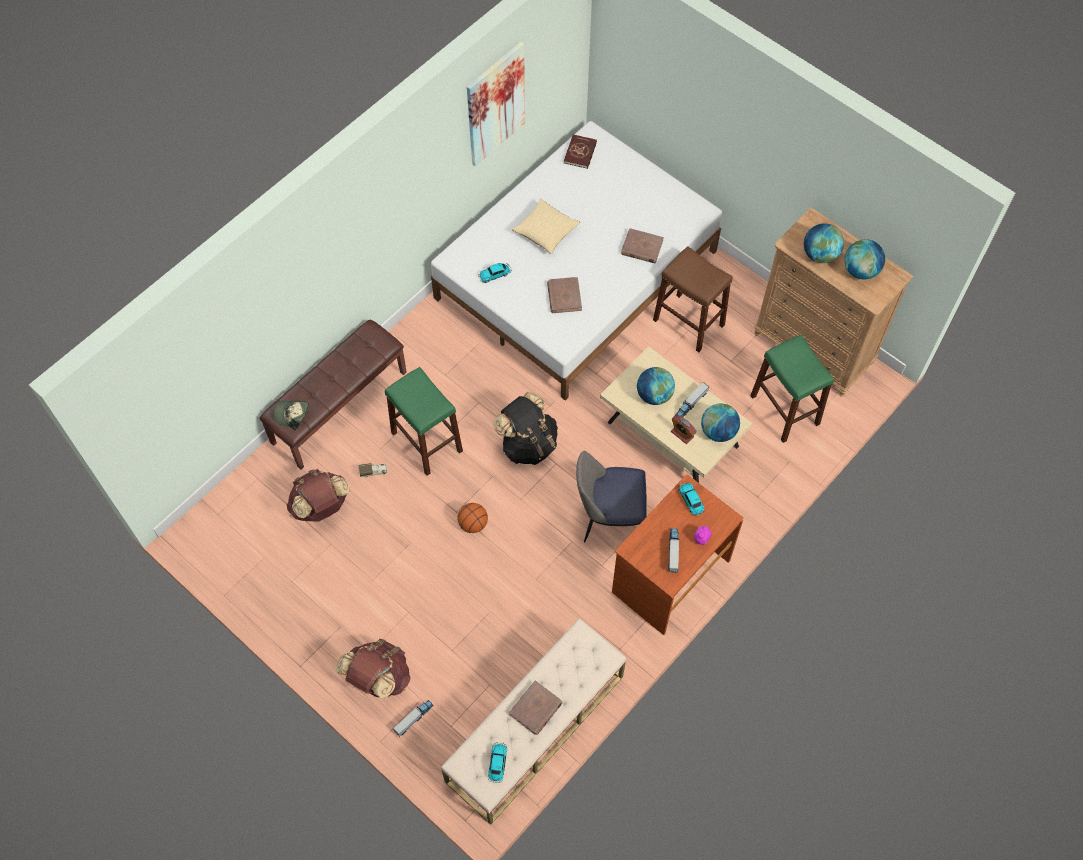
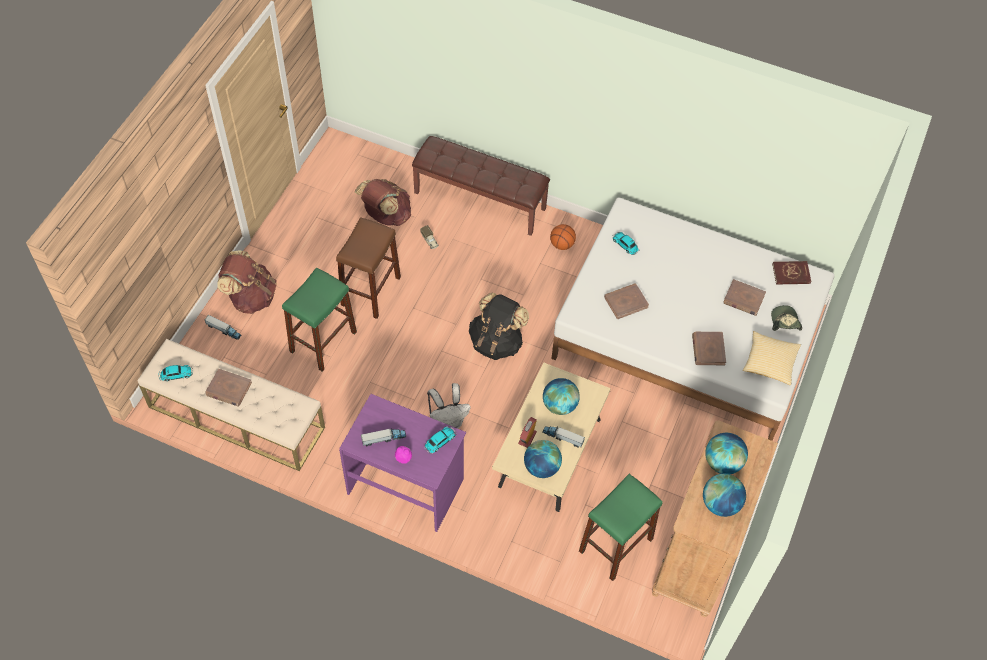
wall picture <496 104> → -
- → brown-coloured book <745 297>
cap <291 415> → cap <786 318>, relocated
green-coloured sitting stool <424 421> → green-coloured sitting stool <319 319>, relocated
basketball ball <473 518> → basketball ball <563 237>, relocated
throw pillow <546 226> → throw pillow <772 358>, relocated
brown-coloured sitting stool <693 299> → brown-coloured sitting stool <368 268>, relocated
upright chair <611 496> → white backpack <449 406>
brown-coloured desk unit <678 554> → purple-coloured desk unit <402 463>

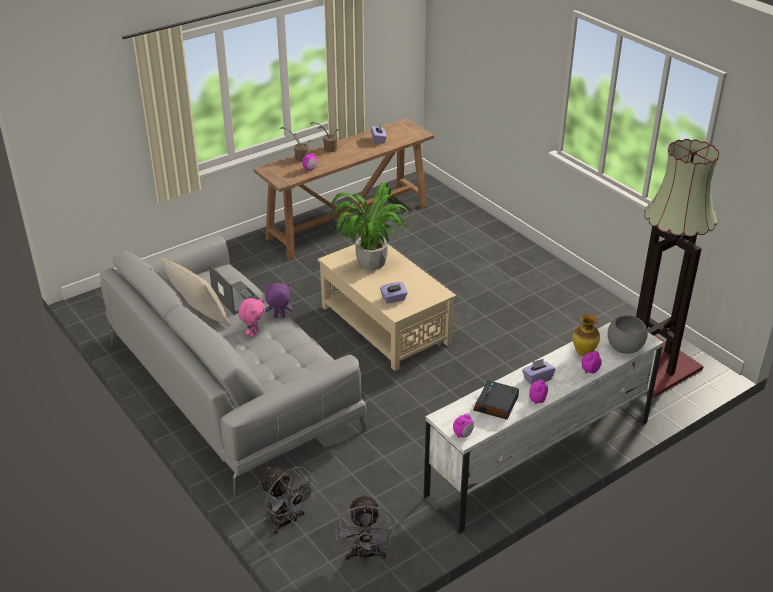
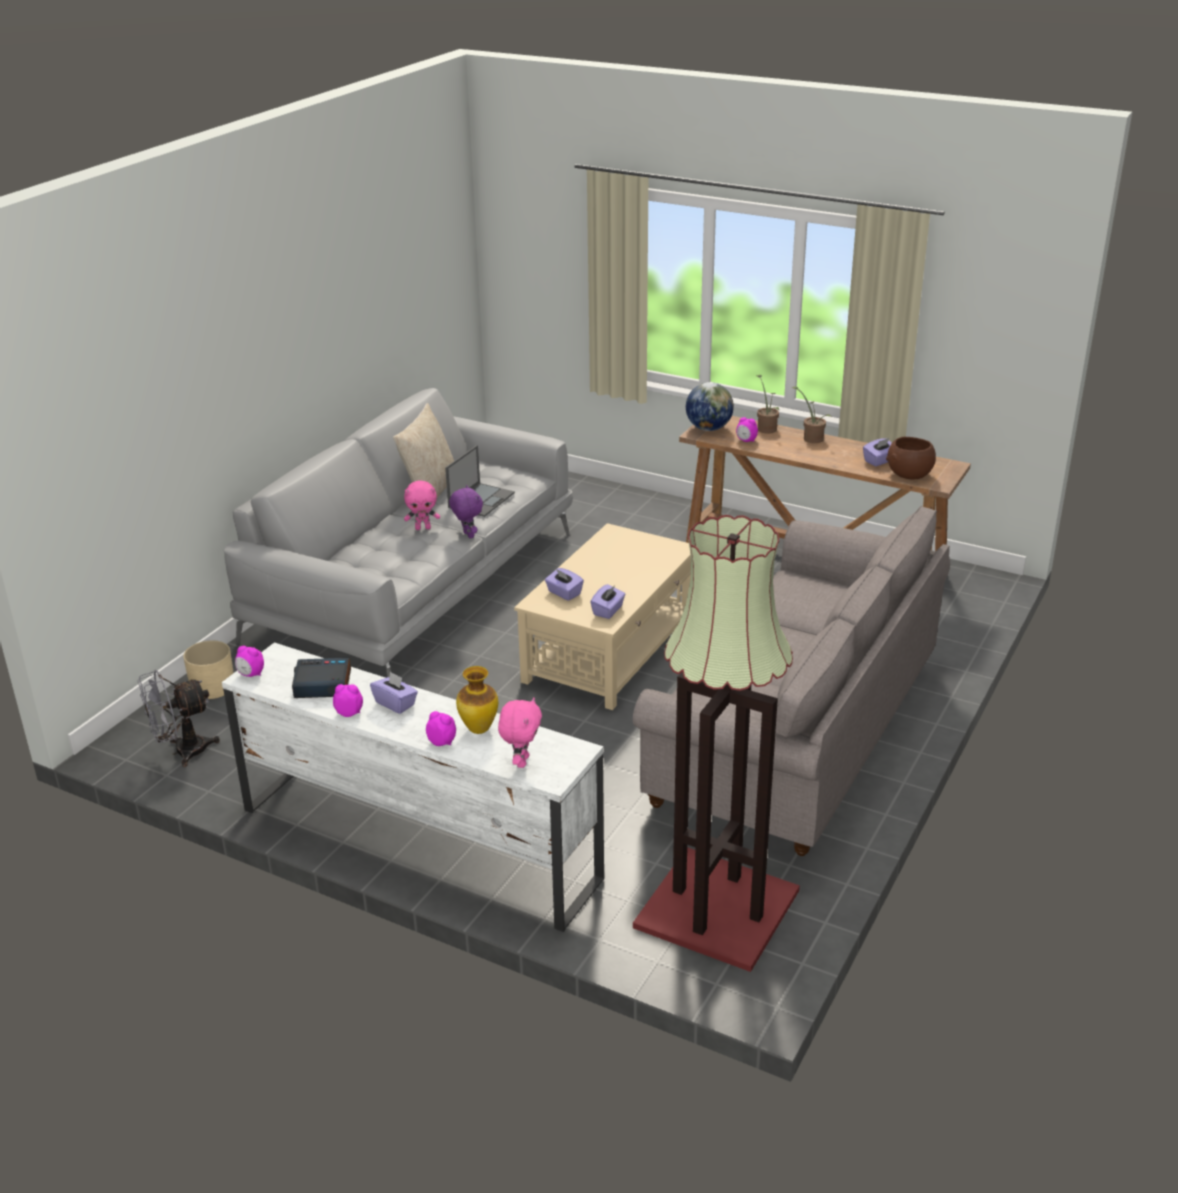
potted plant <370 226> → -
- → purple-coloured box of tissues <608 601>
- → gray couch <791 681>
- → world globe <710 406>
- → brown-coloured serving bowl <911 458>
gray electric fan <288 500> → beige-coloured planter <208 669>
gray serving bowl <628 334> → pink-coloured cuddly toy <520 732>

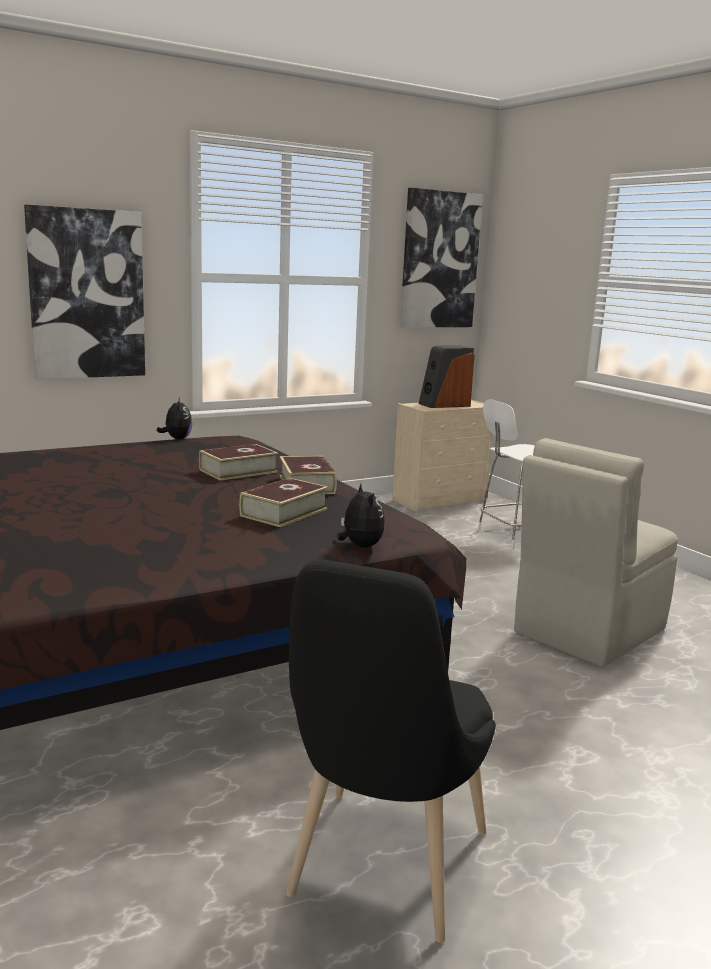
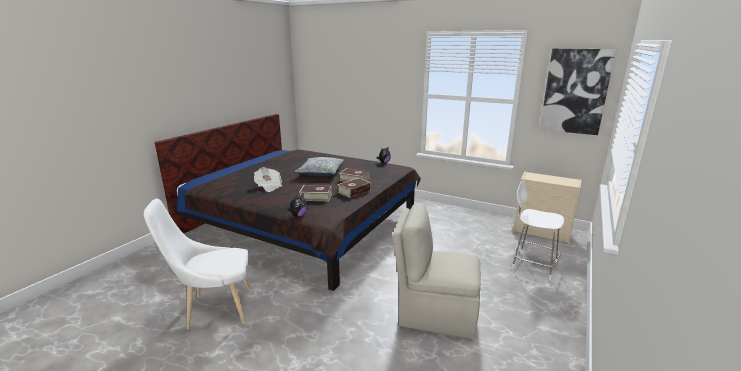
wall picture <84 292> → -
audio speaker <446 377> → -
- → newspaper <268 179>
- → throw pillow <319 166>
blackish upright chair <391 751> → white upright chair <197 264>

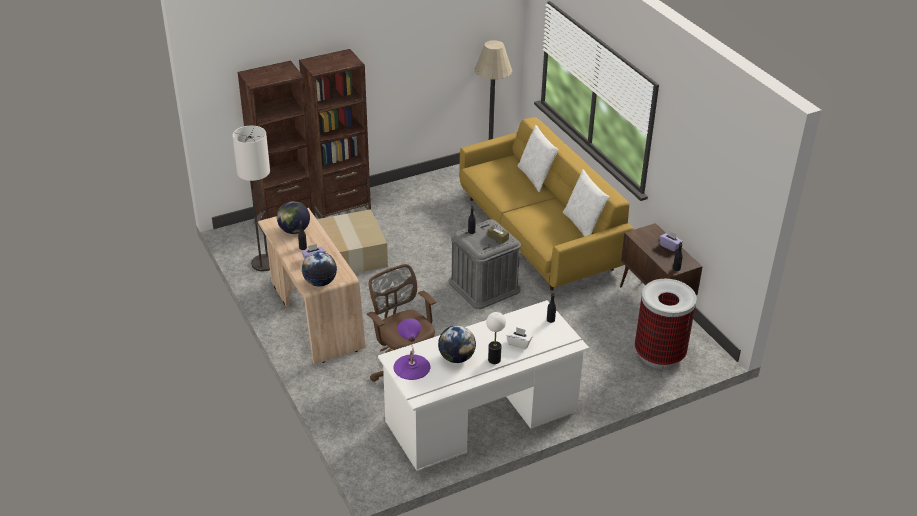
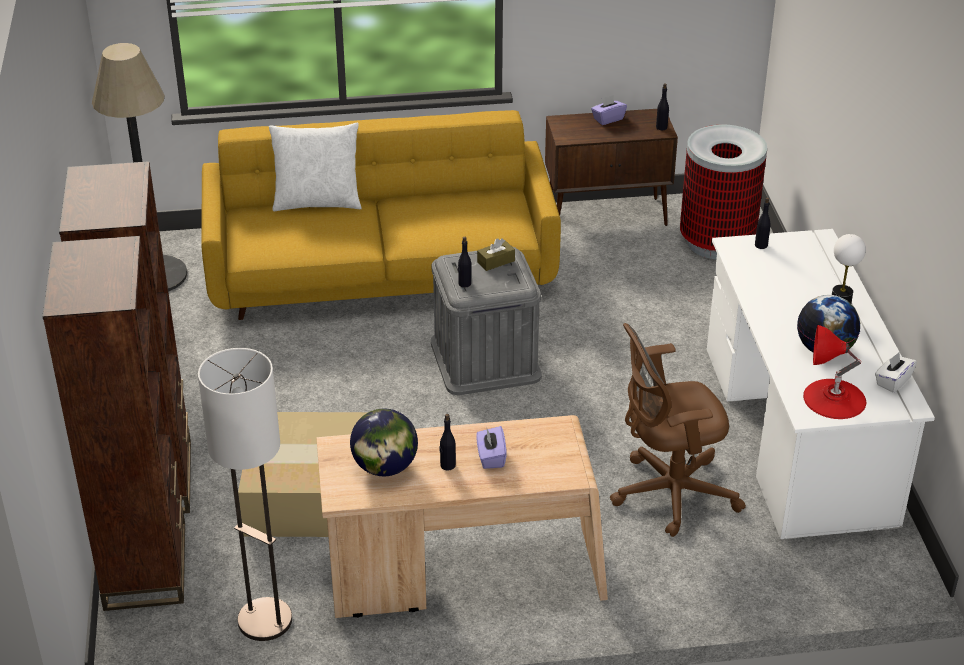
world globe <319 269> → -
white throw pillow <586 203> → -
white box of tissues <520 338> → white box of tissues <896 372>, relocated
purple-coloured lamp for a table <412 349> → red-coloured lamp for a table <834 372>

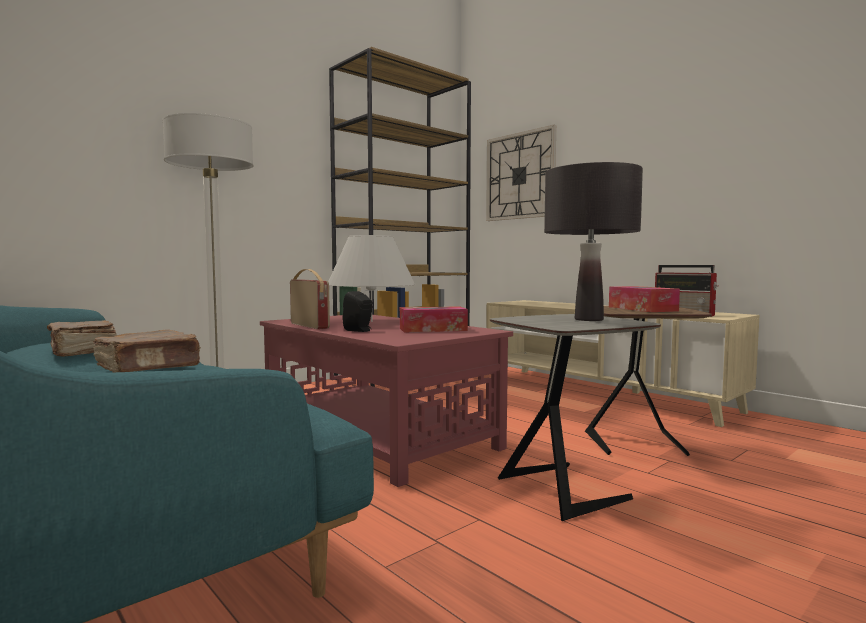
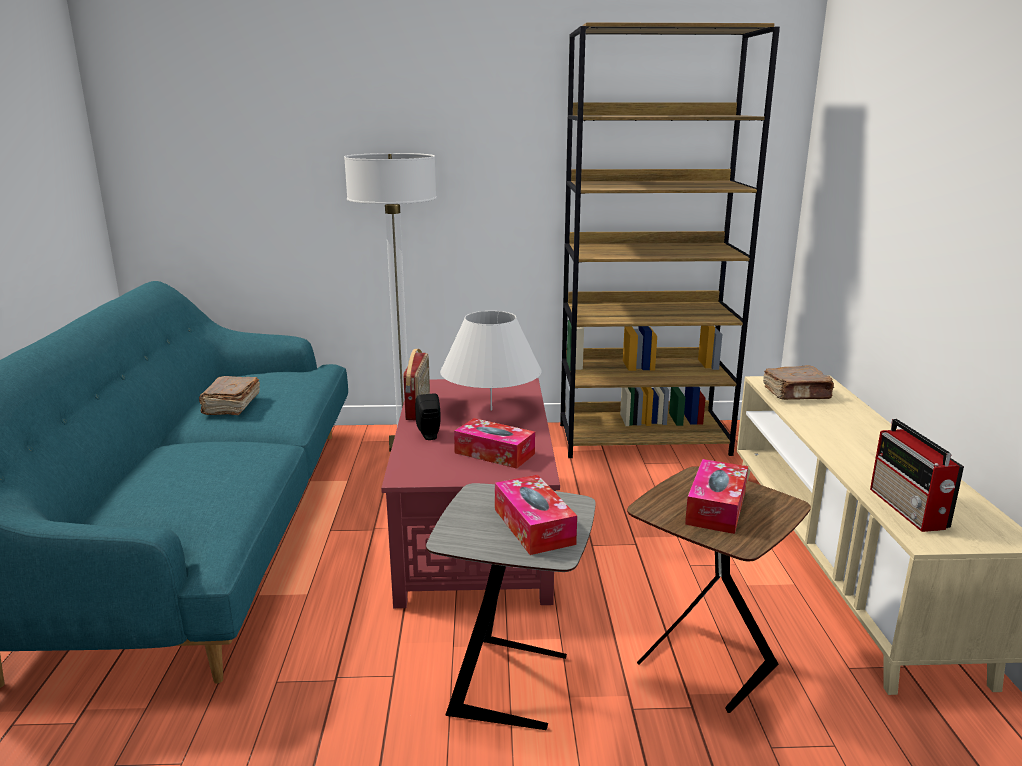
wall clock <521 173> → -
brown-coloured book <147 351> → brown-coloured book <798 382>, relocated
blackish lamp for a table <593 241> → box of tissues <536 515>

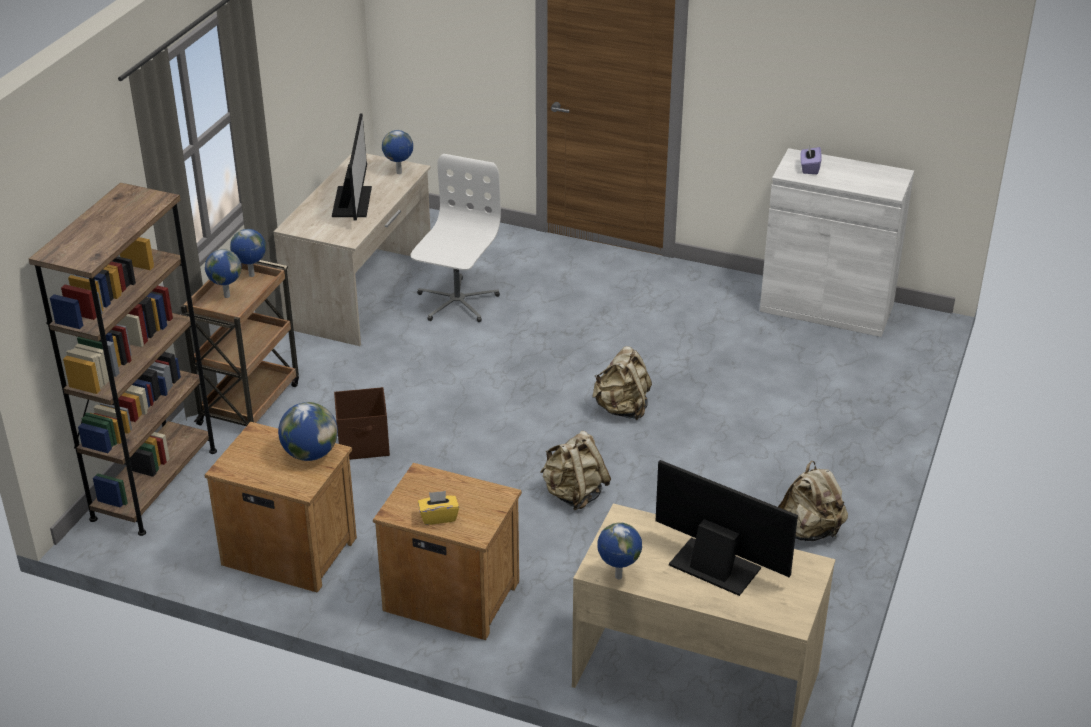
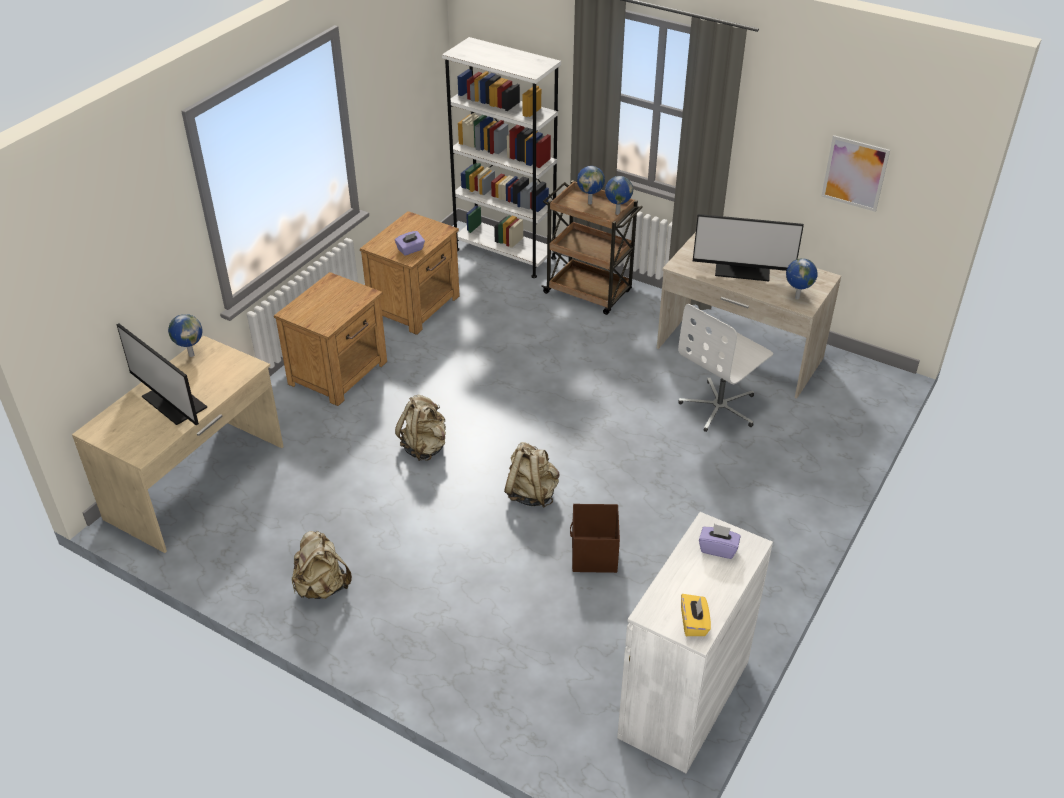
- → wall picture <855 173>
brown-coloured storage bin <362 423> → brown-coloured storage bin <595 538>, relocated
yellowish box of tissues <438 508> → yellowish box of tissues <696 615>, relocated
world globe <308 431> → purple-coloured box of tissues <410 243>
brown-coloured bookcase <123 359> → white bookcase <501 157>
white office chair <456 238> → white office chair <725 368>, 105 degrees clockwise
monitor <727 528> → monitor <161 374>, 90 degrees clockwise

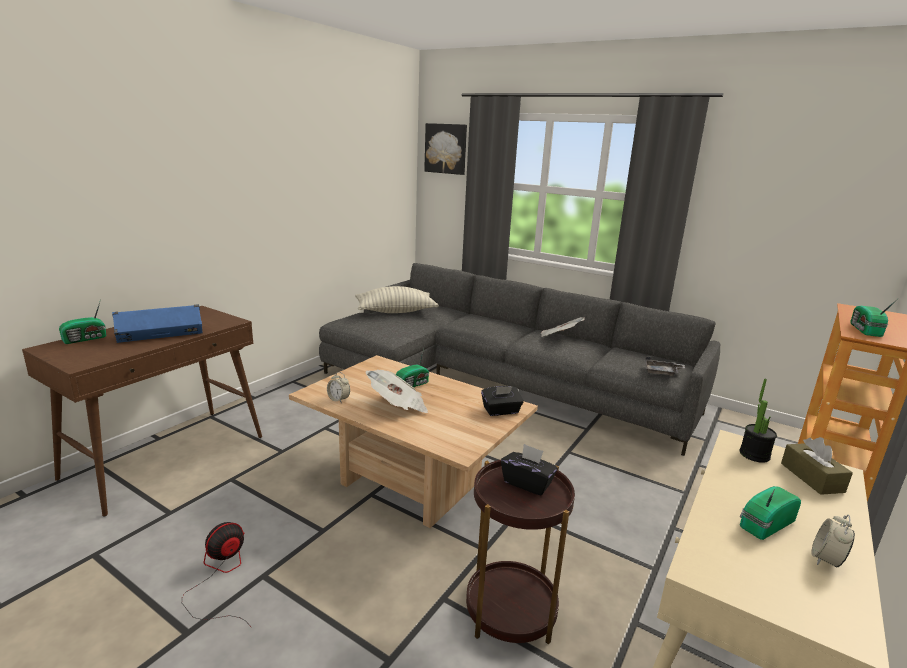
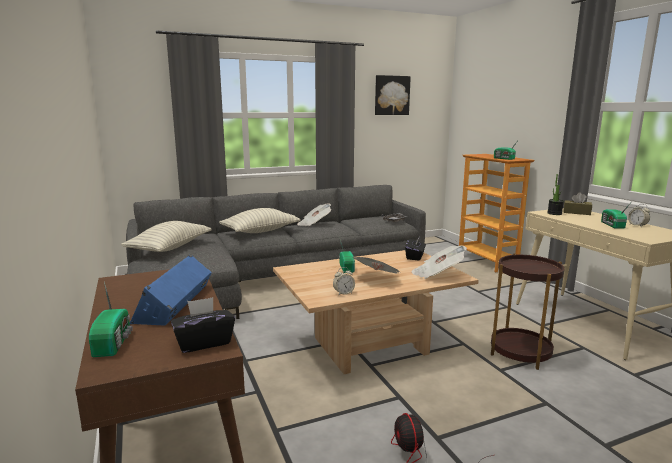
- → throw pillow <260 220>
- → newspaper <439 262>
wall picture <445 149> → wall picture <393 95>, relocated
blackish box of tissues <529 469> → blackish box of tissues <203 325>, relocated

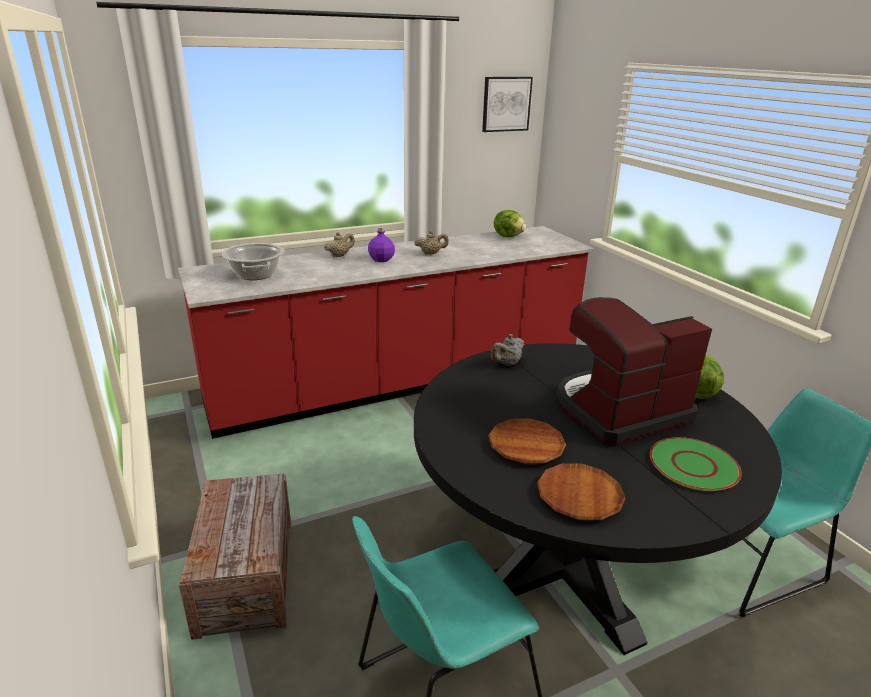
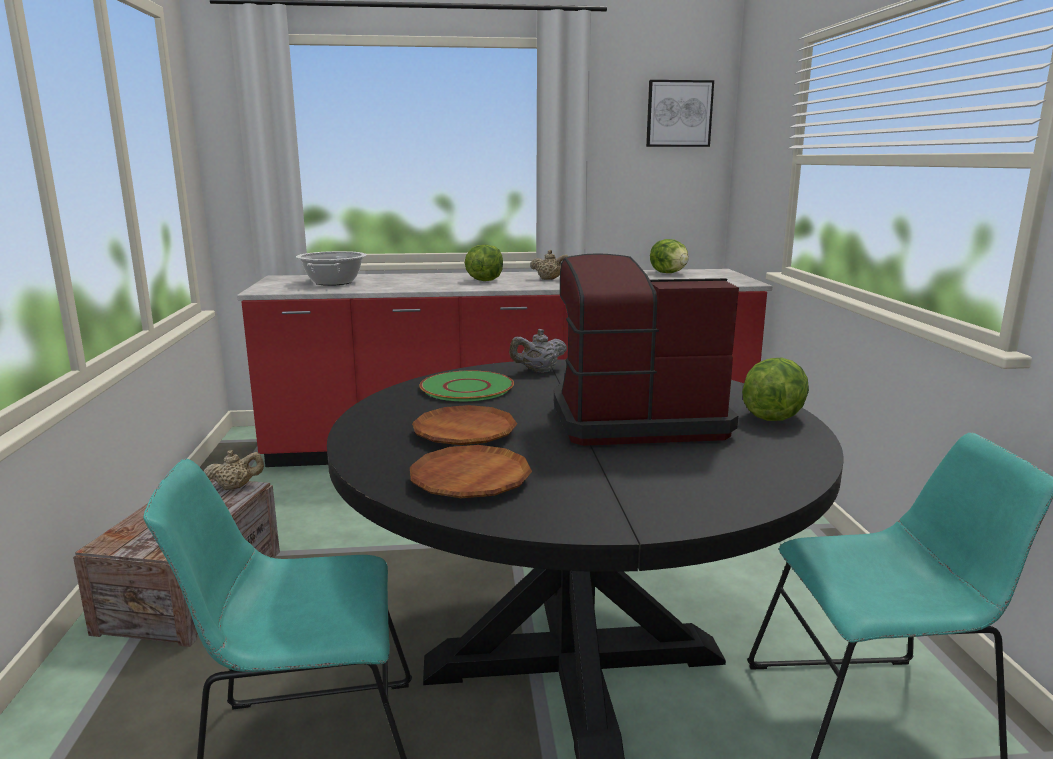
beige-coloured teapot <339 245> → beige-coloured teapot <234 470>, relocated
green-coloured dinner plate <696 464> → green-coloured dinner plate <466 385>, relocated
purple-coloured drink bottle <381 244> → lettuce head <484 263>

